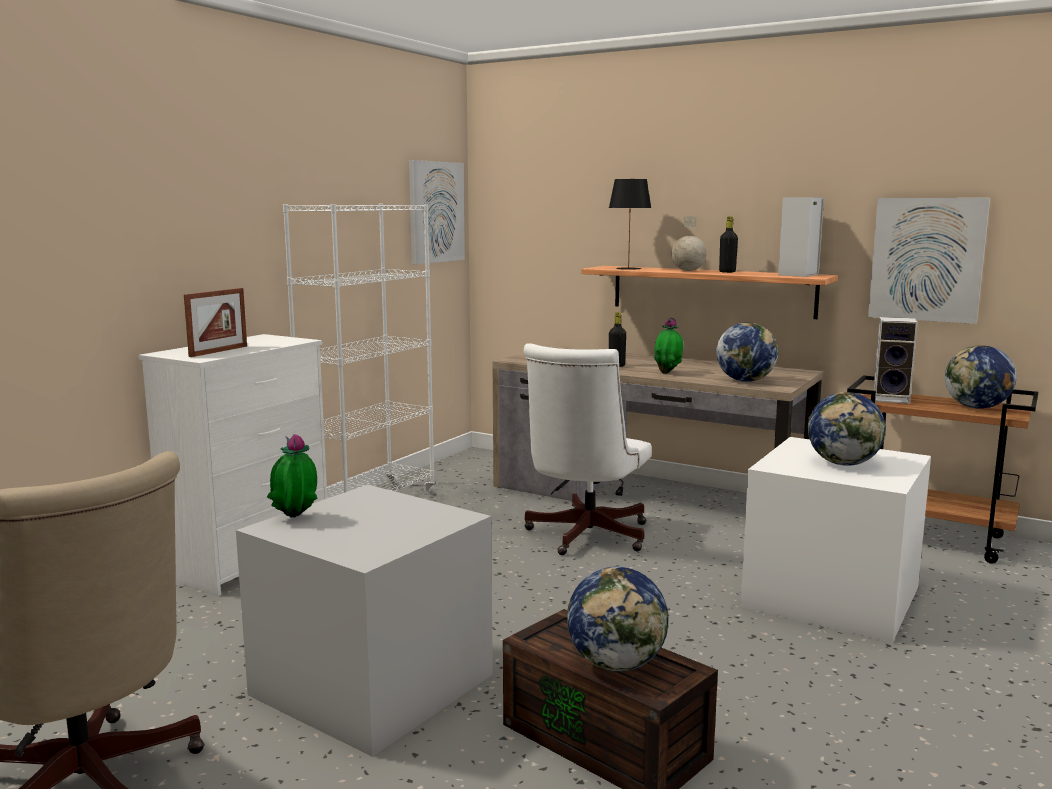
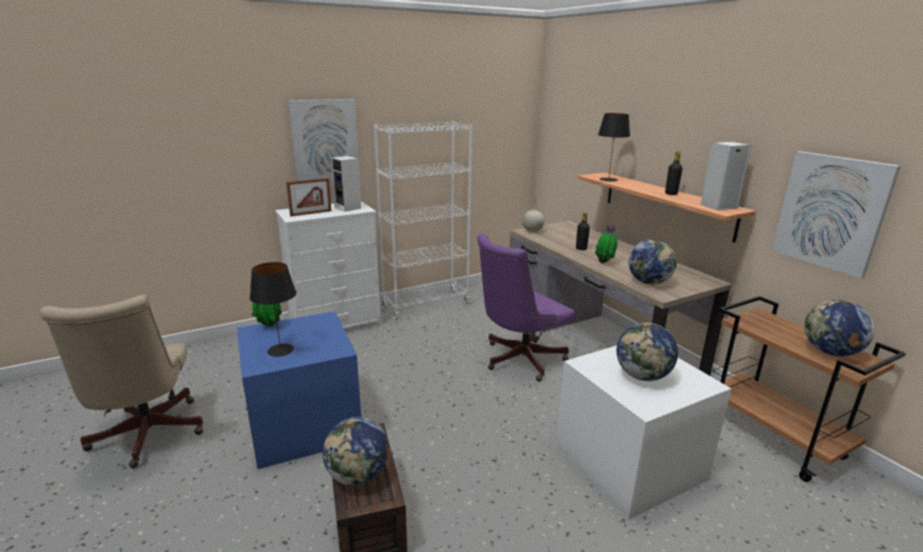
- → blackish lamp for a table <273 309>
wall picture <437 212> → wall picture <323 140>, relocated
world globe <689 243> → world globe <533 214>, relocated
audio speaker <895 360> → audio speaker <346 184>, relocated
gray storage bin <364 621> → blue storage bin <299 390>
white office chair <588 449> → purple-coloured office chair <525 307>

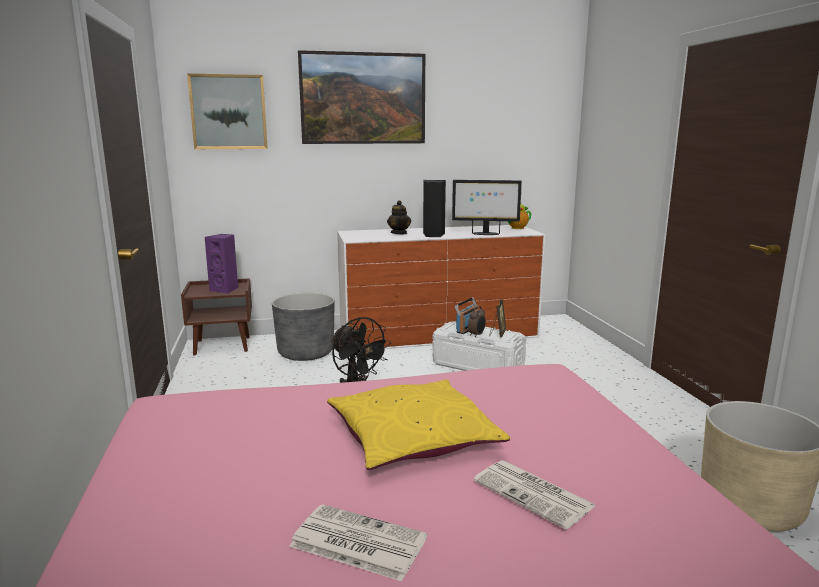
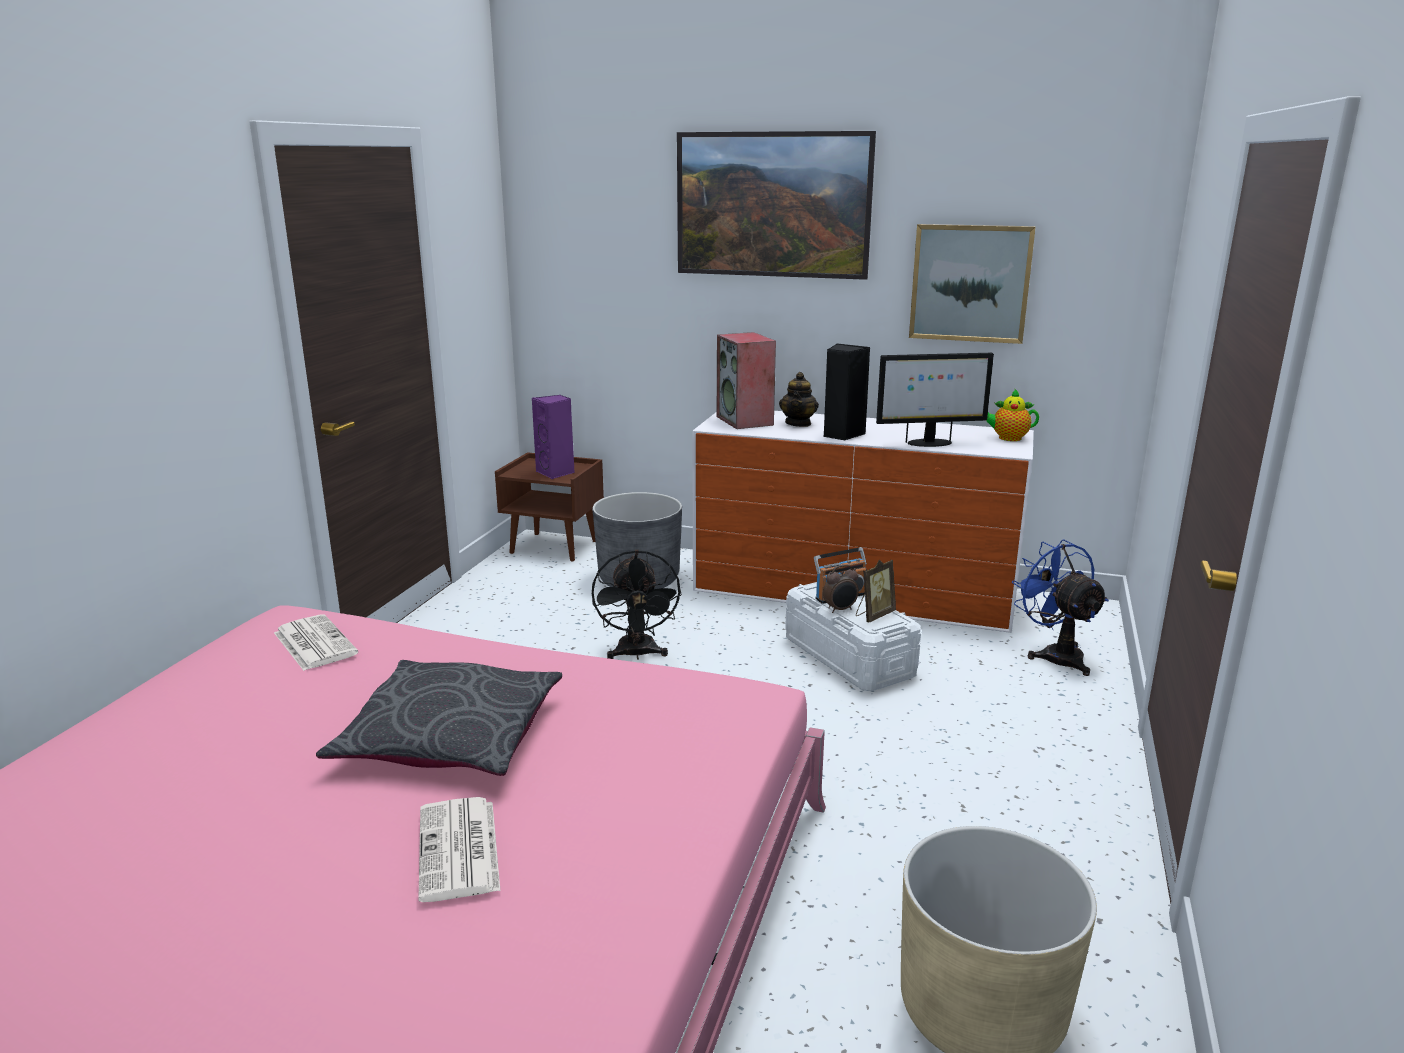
- → audio speaker <746 380>
- → blue electric fan <1060 607>
wall picture <227 111> → wall picture <972 284>, relocated
newspaper <358 542> → newspaper <316 642>, relocated
yellowish throw pillow <418 425> → gray throw pillow <439 718>
monitor <487 207> → monitor <935 400>, 45 degrees counterclockwise

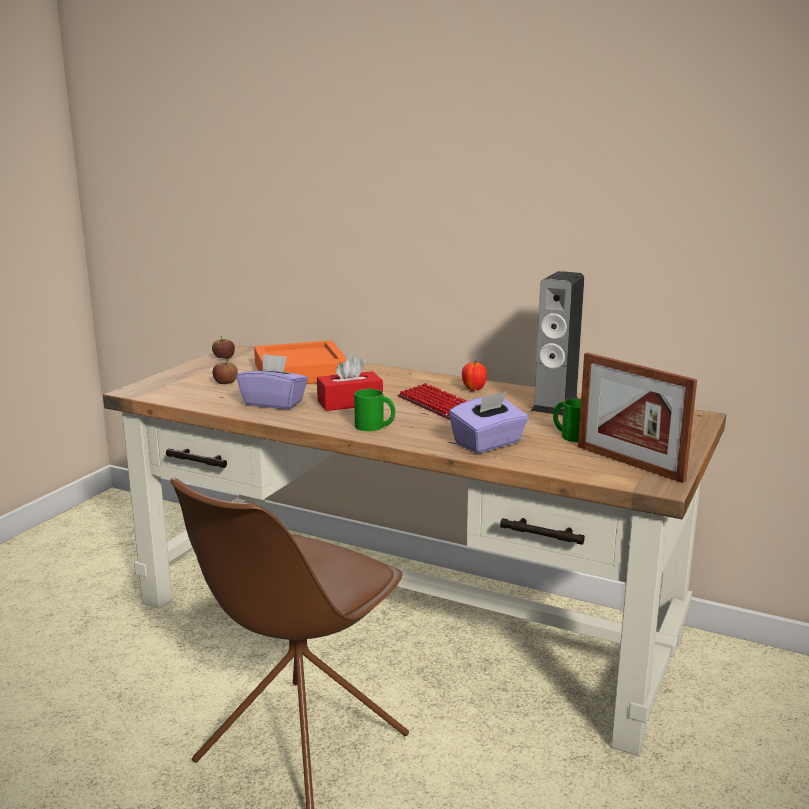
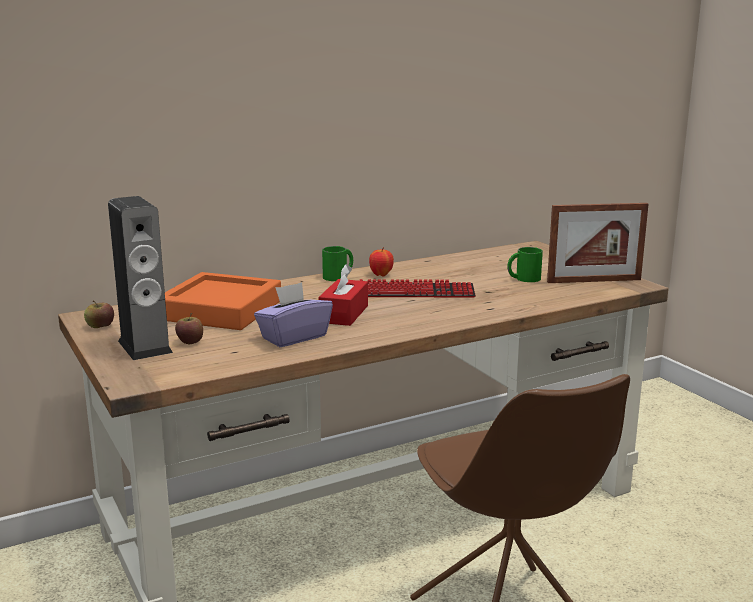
purple-coloured box of tissues <489 422> → -
green-coloured tea mug <374 410> → green-coloured tea mug <337 263>, relocated
audio speaker <557 343> → audio speaker <140 278>, relocated

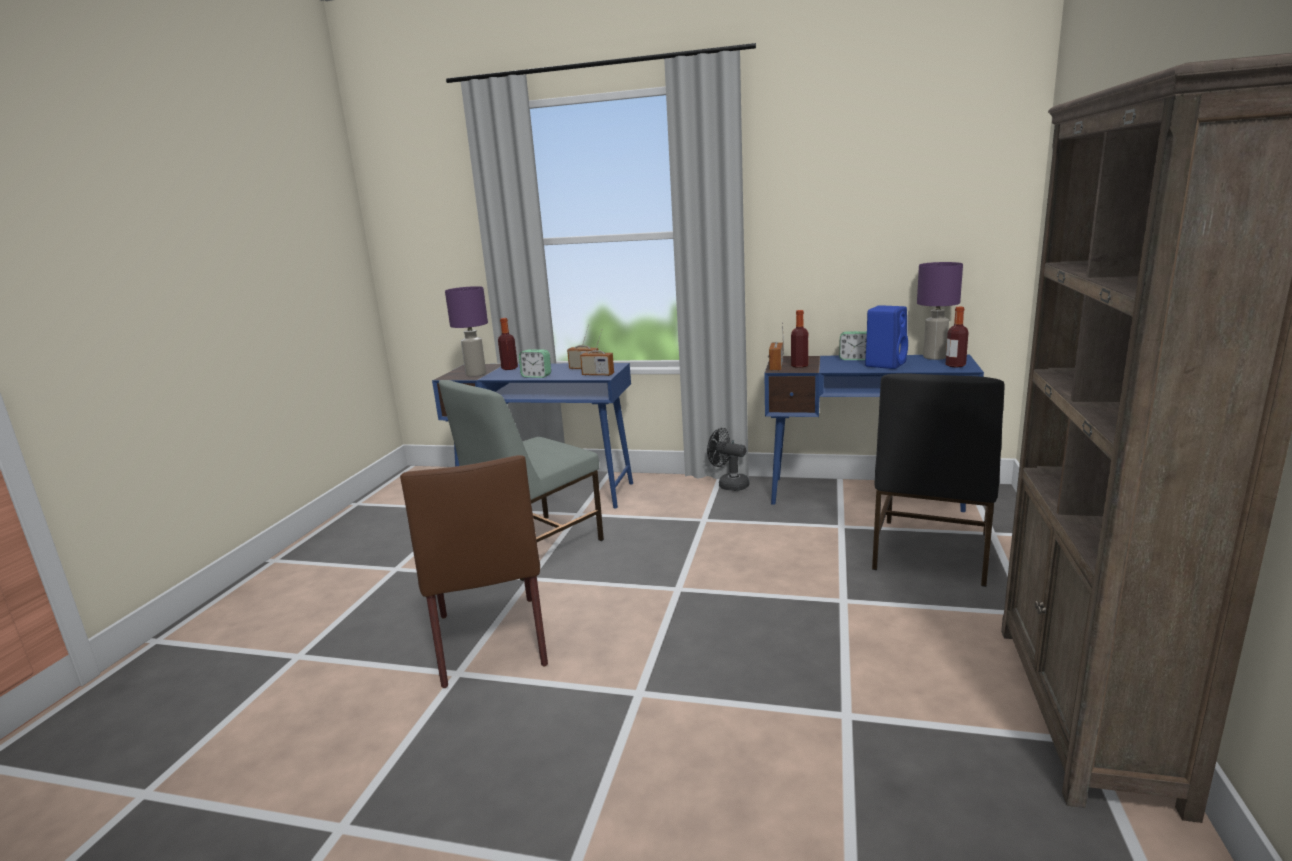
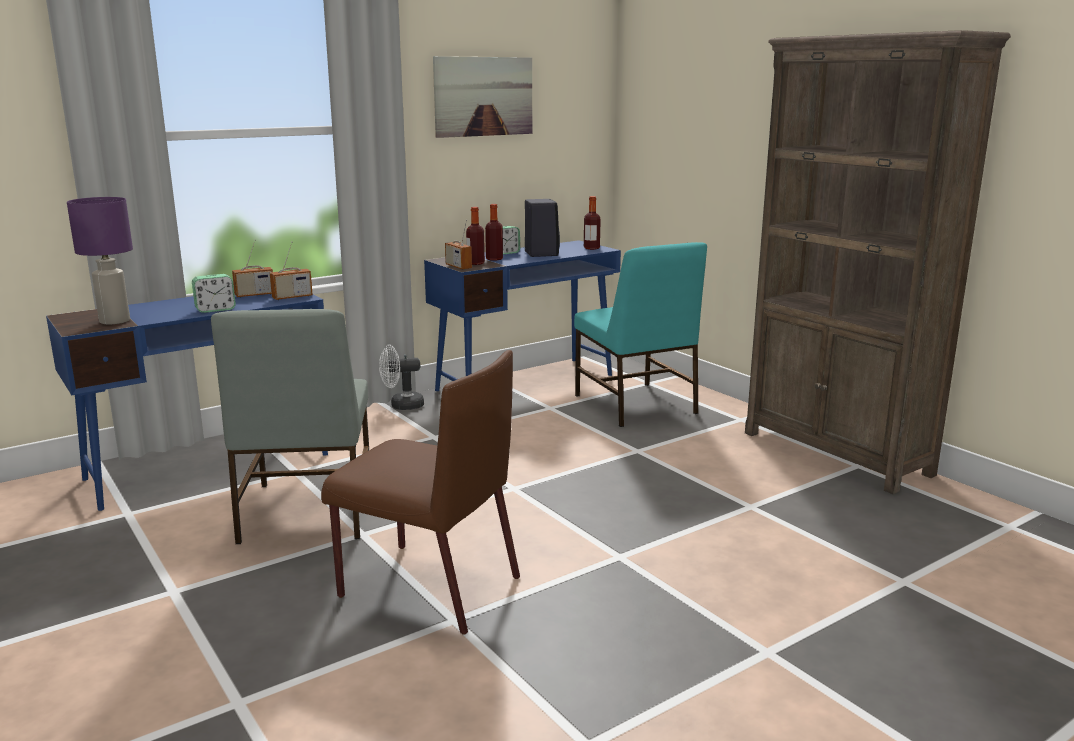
purple-coloured lamp for a table <940 311> → -
- → wall picture <482 97>
drink bottle <508 344> → drink bottle <494 232>, relocated
blackish electric fan <728 459> → white electric fan <401 377>
blue audio speaker <886 337> → blackish audio speaker <542 228>
blackish upright chair <938 480> → turquoise upright chair <640 334>

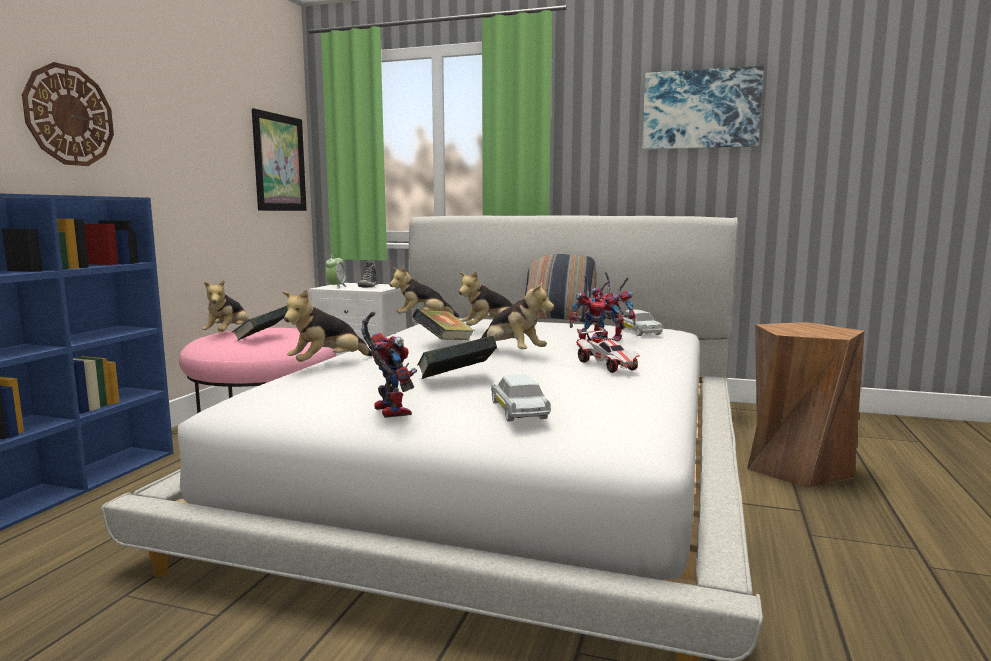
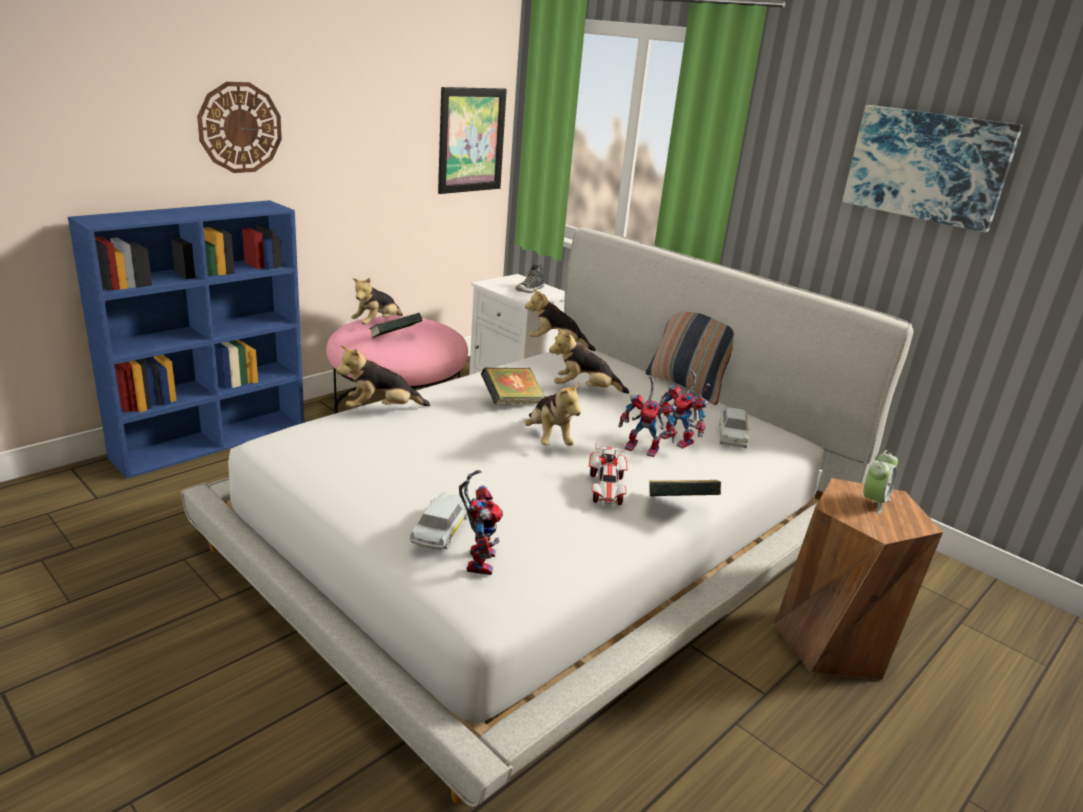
alarm clock <336 271> → alarm clock <881 482>, relocated
toy robot <389 365> → toy robot <481 522>, relocated
book <457 357> → book <685 488>, relocated

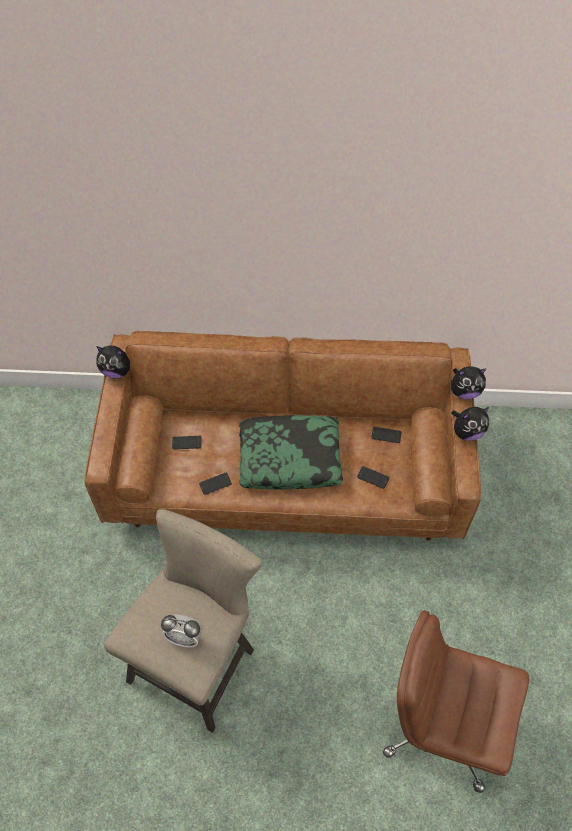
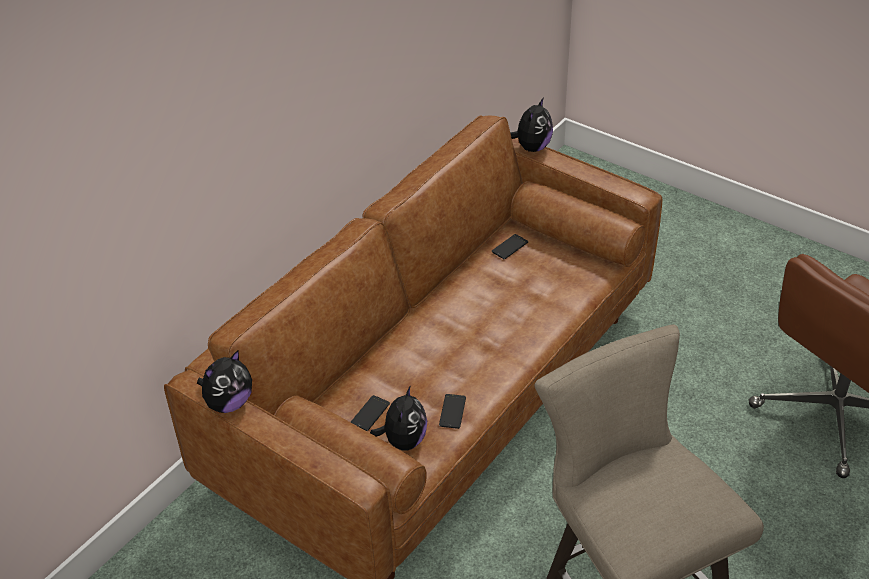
alarm clock <182 631> → -
throw pillow <291 452> → -
phone <373 477> → -
cuddly toy <470 424> → cuddly toy <398 417>, relocated

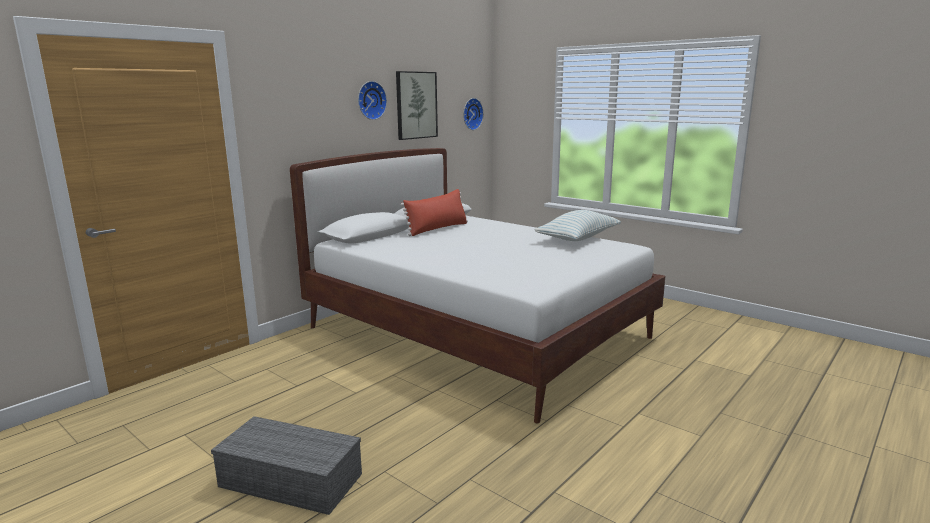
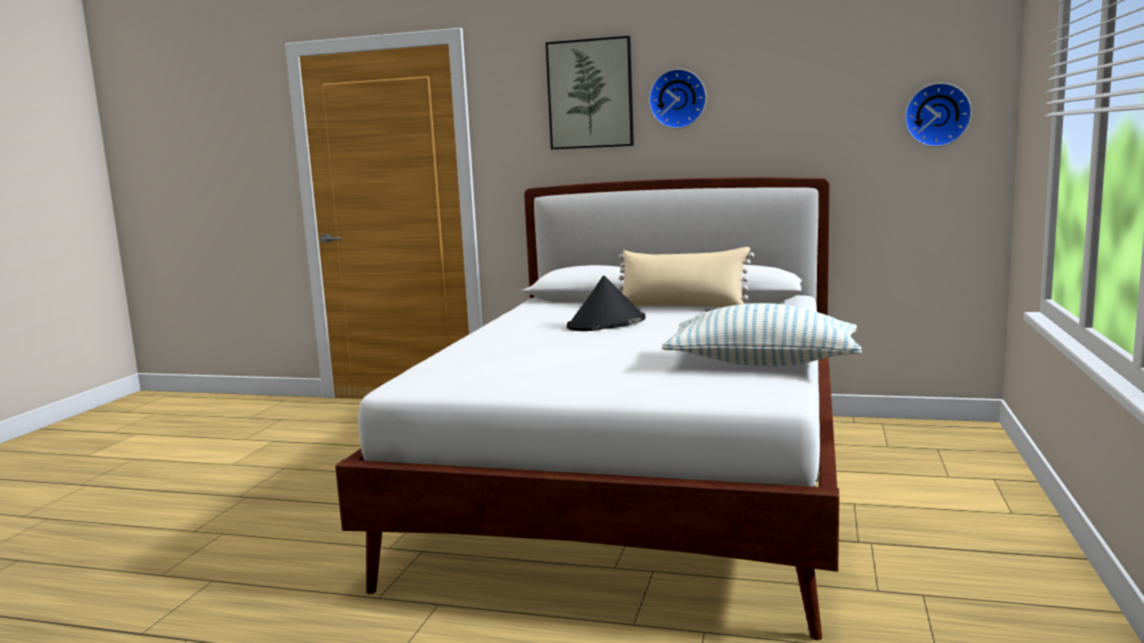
gray storage bin <286 465> → -
- → blackish wearable hat <606 303>
wall picture <417 105> → wall picture <589 92>, relocated
red-coloured throw pillow <434 212> → beige-coloured throw pillow <686 277>

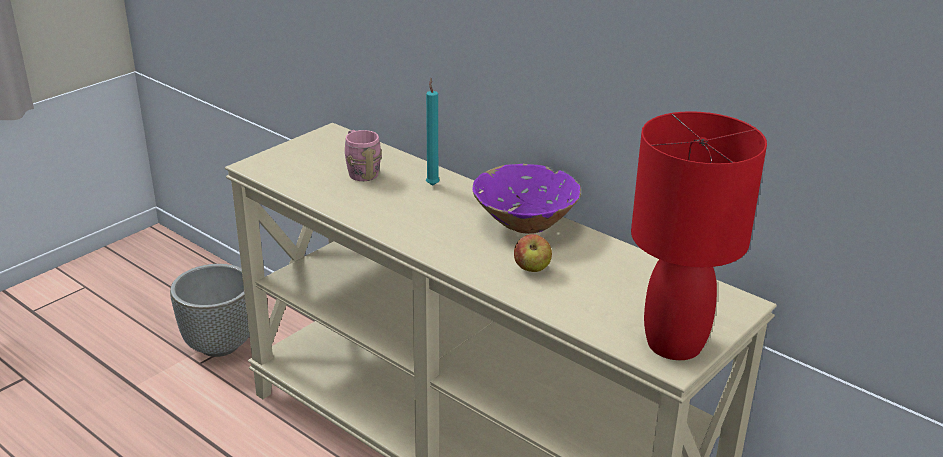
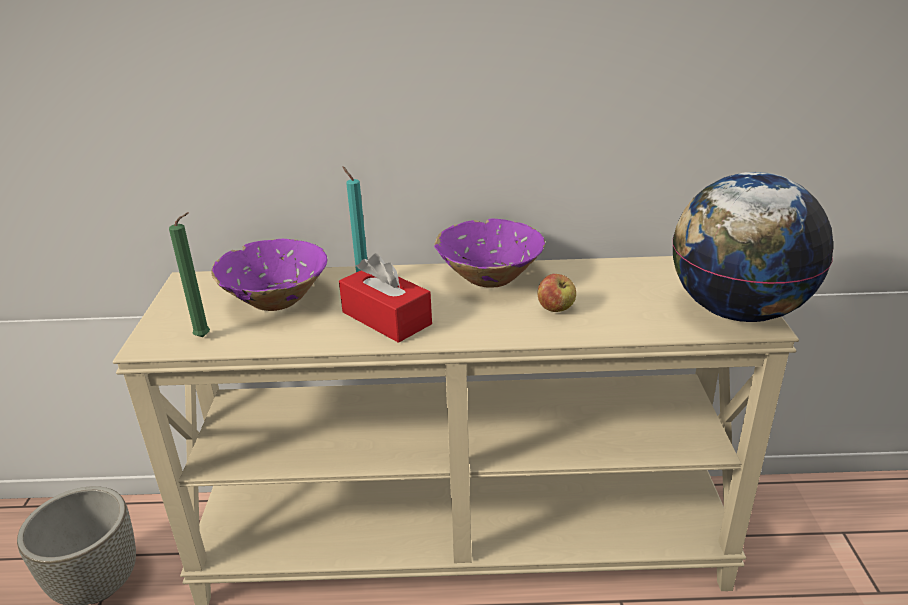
- → green-coloured candle <189 274>
- → red-coloured box of tissues <385 298>
pink-coloured tea mug <363 155> → purple-coloured serving bowl <269 275>
red-coloured lamp for a table <699 235> → world globe <752 247>

